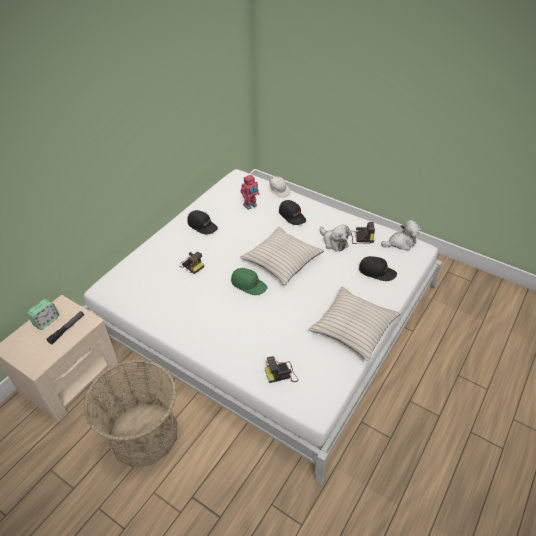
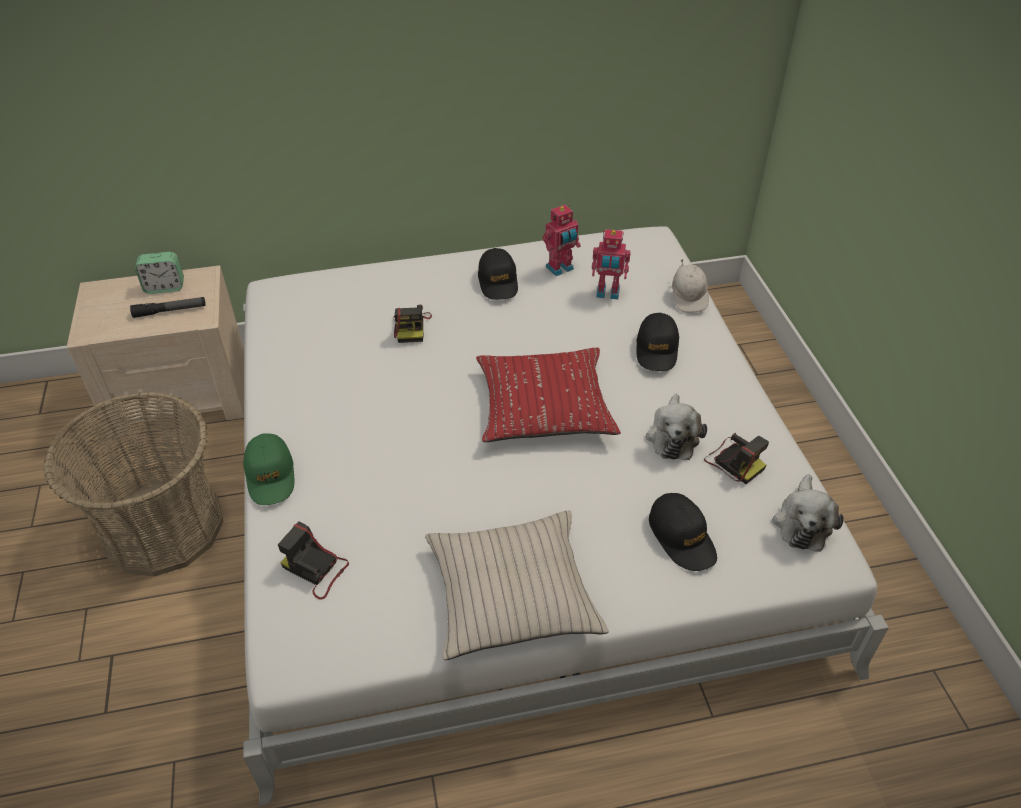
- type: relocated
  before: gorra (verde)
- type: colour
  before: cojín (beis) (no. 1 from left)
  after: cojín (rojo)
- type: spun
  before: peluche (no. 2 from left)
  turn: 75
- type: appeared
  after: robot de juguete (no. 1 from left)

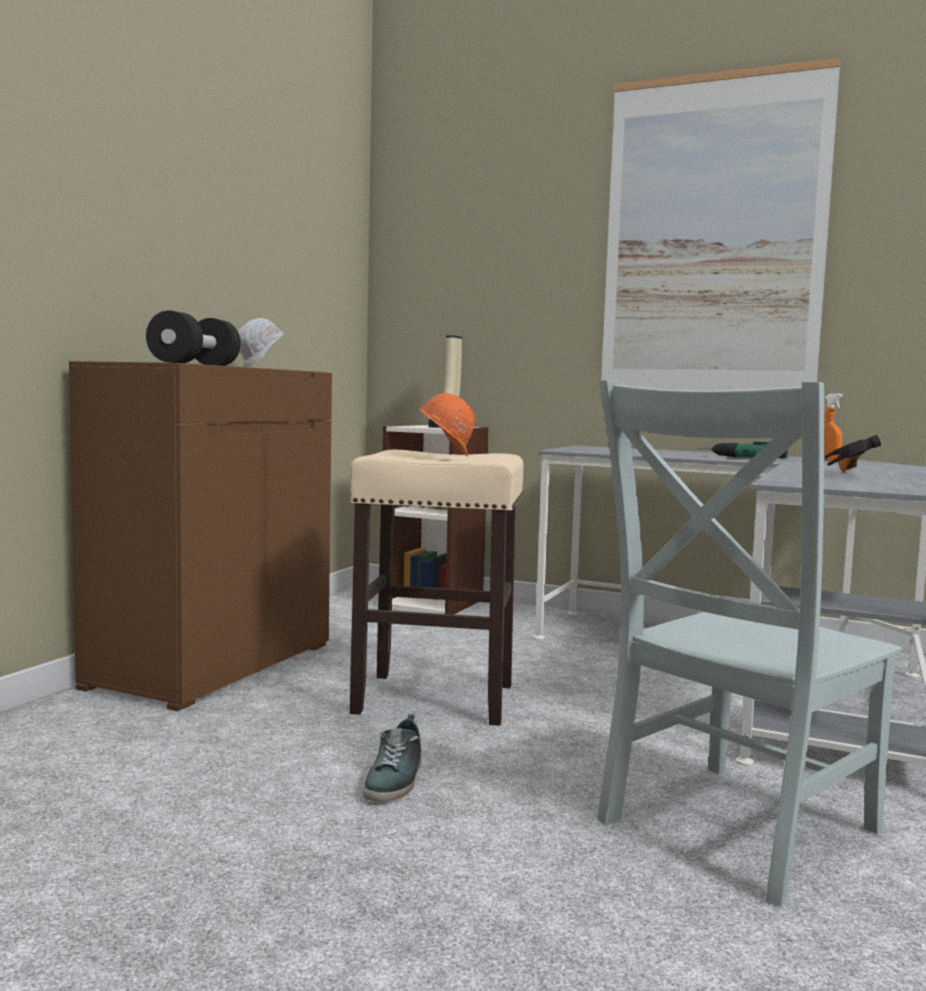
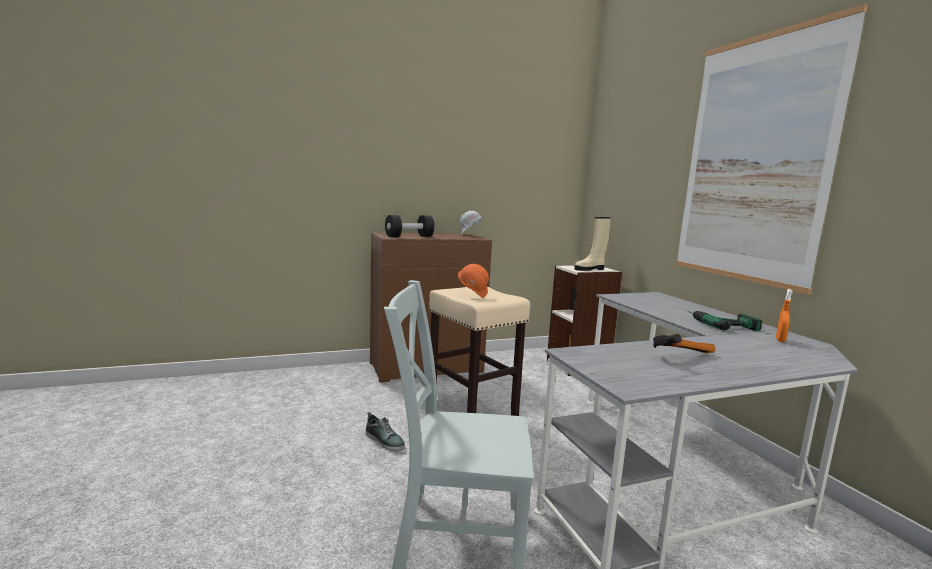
- type: spun
  before: zapato
  turn: -105

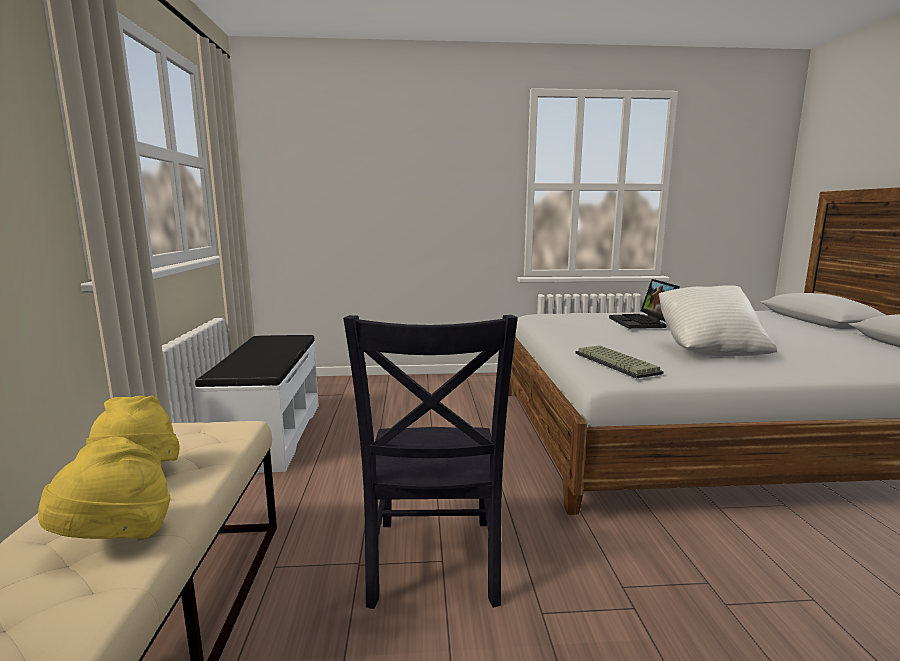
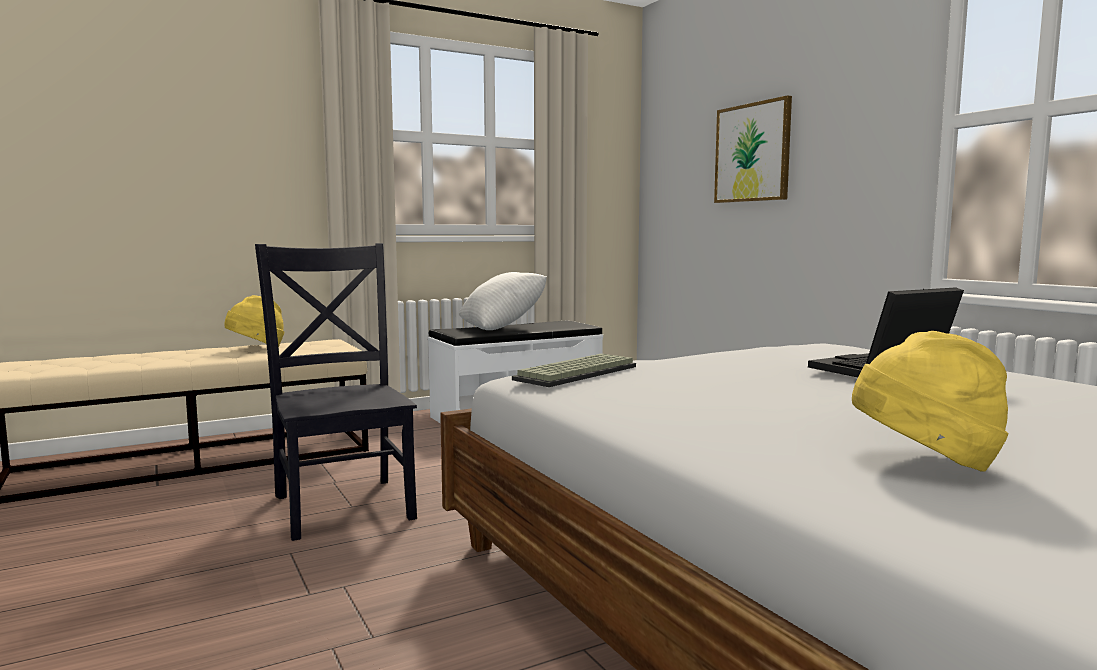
- type: relocated
  before: sombrero (amarillo) (no. 1 from left in the first image)
  after: sombrero (amarillo) (no. 2 from left)
- type: spun
  before: silla (negro)
  turn: 90
- type: relocated
  before: cojín (blanco)
- type: appeared
  after: cuadro

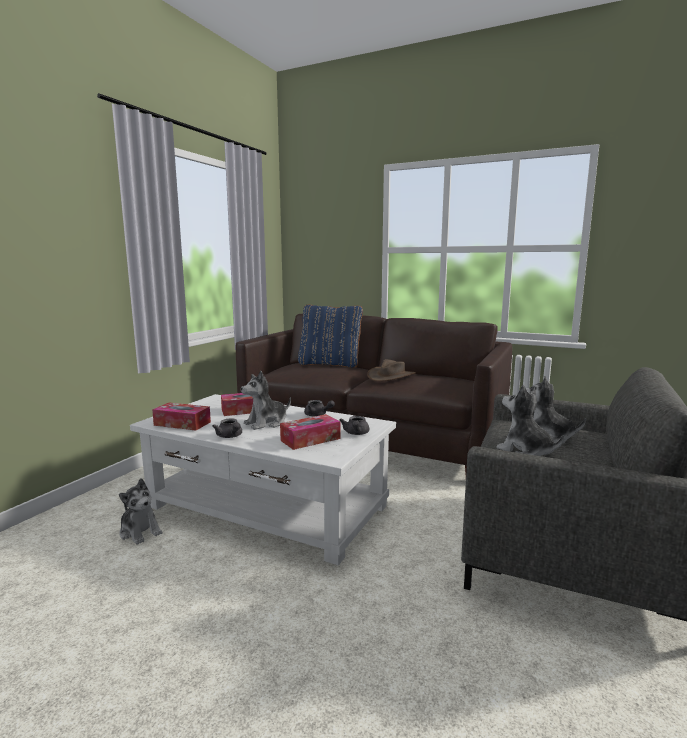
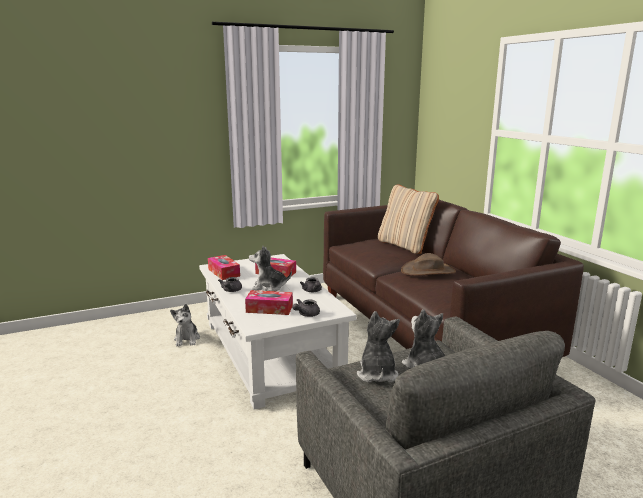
- type: colour
  before: cojín (azul)
  after: cojín (beis)

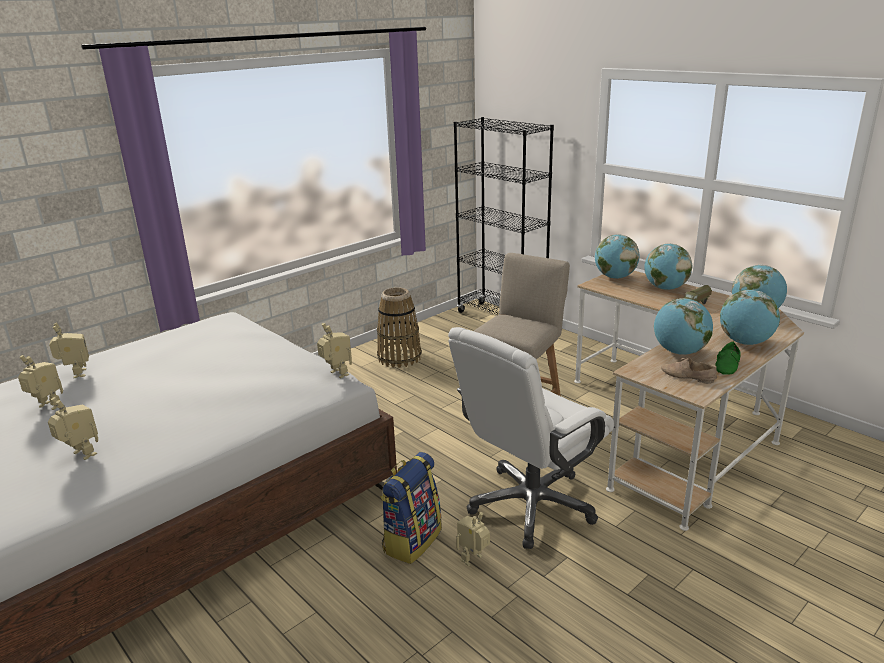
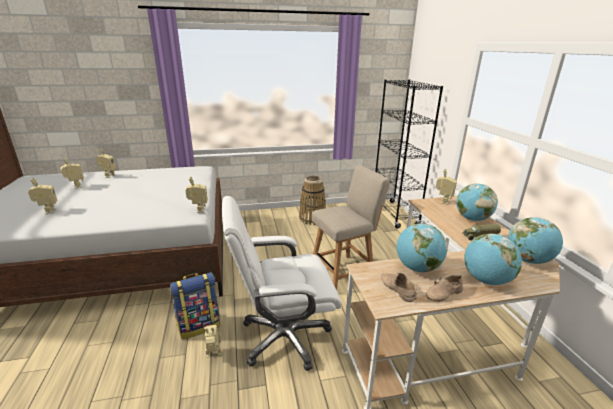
- type: exchanged
  before: globo terráqueo (no. 1 from left)
  after: robot de juguete (no. 6 from left)
- type: colour
  before: zapato (verde)
  after: zapato (beis) (no. 2 from left)

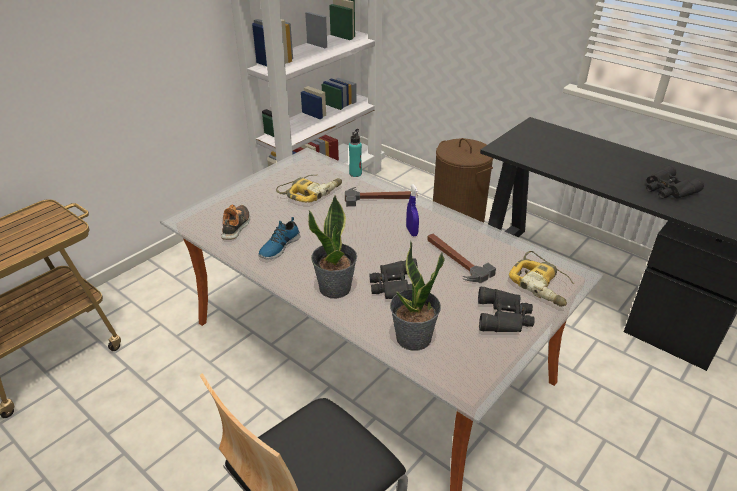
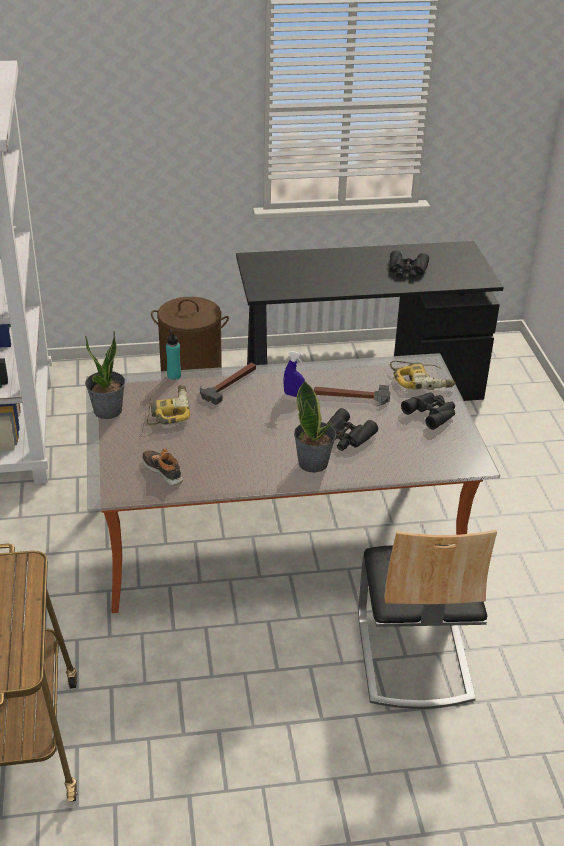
- type: missing
  before: zapato (no. 2 from left)
- type: relocated
  before: planta en maceta (no. 2 from left in the first image)
  after: planta en maceta (no. 1 from left)

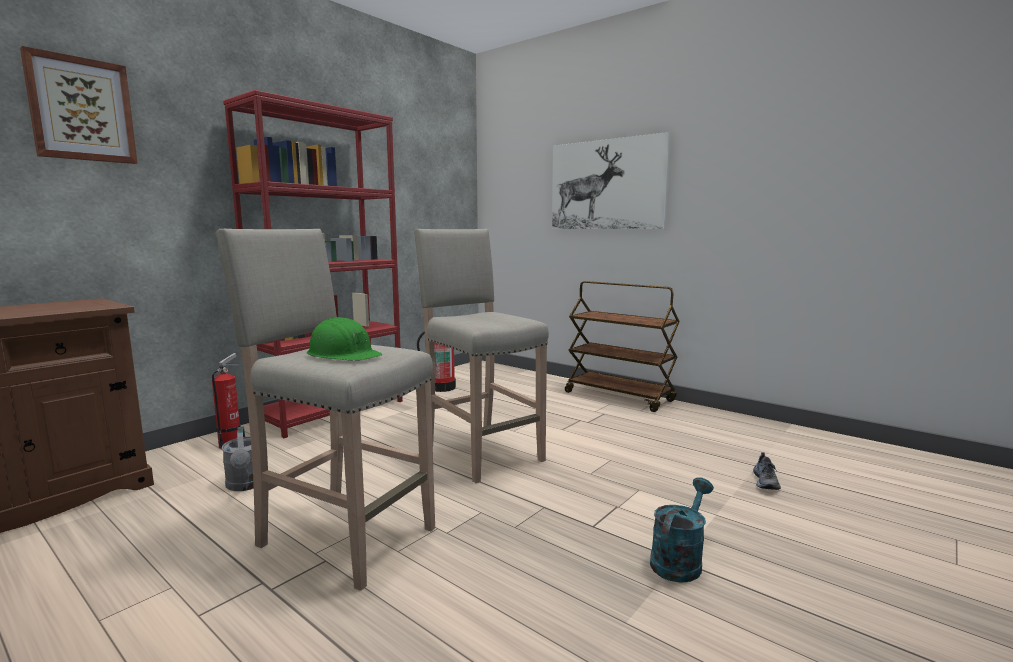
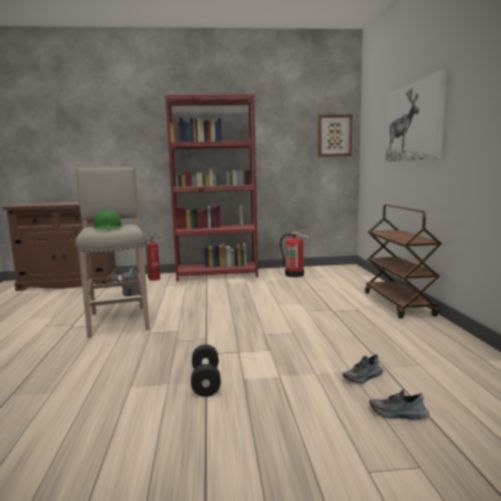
- type: relocated
  before: cuadro (no. 1 from left)
- type: missing
  before: taburete (beis) (no. 2 from left)
- type: exchanged
  before: regadera (turquesa)
  after: mancuerna (negro)
- type: appeared
  after: zapato (no. 2 from left)

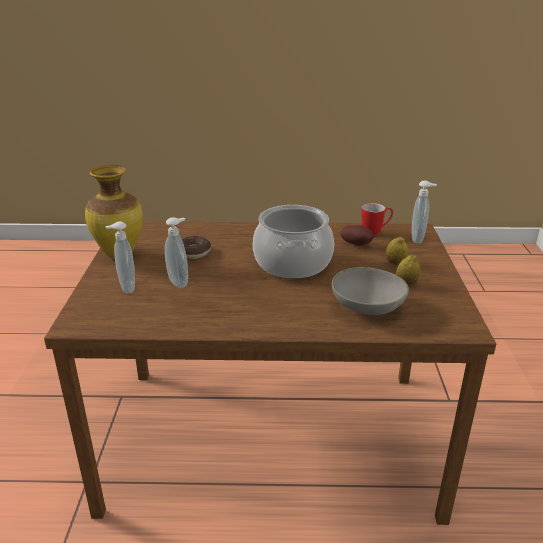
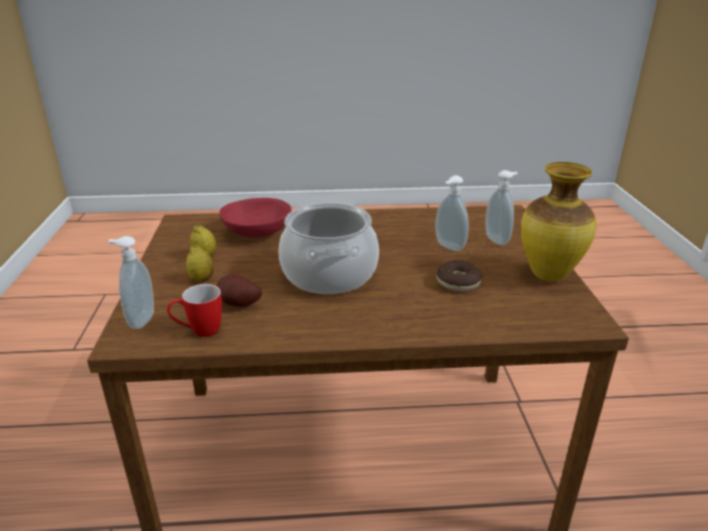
- type: colour
  before: cuenco (gris)
  after: cuenco (rojo)

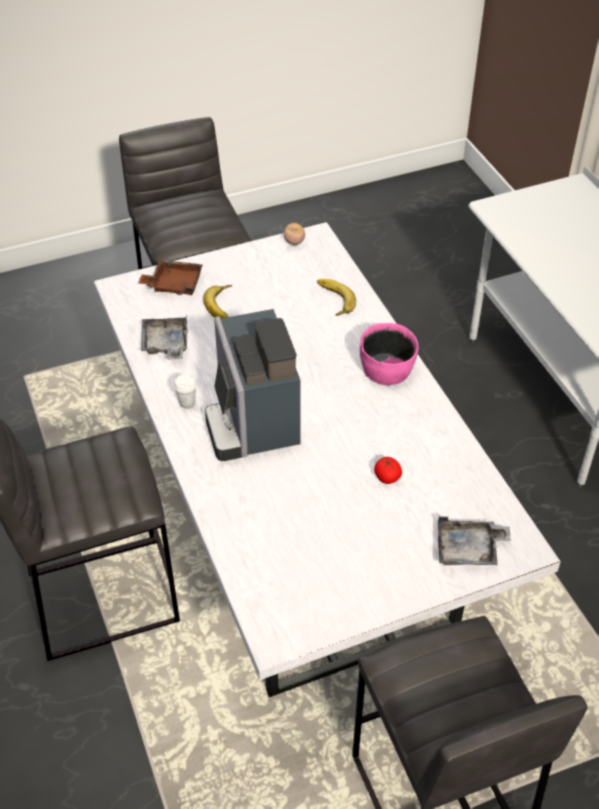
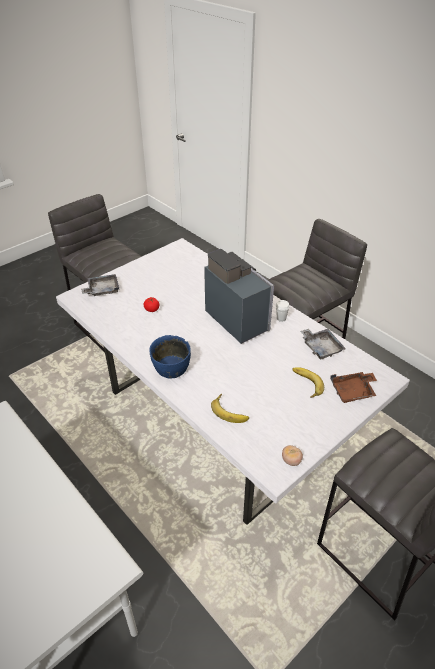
- type: colour
  before: cuenco (rosa)
  after: cuenco (azul)

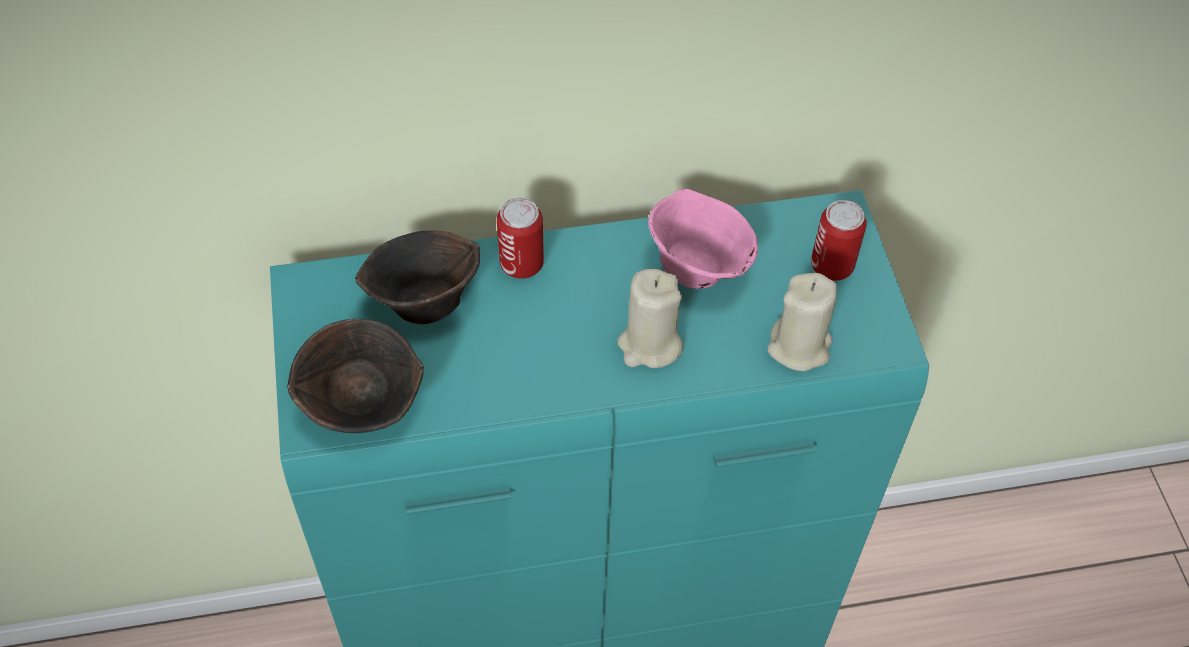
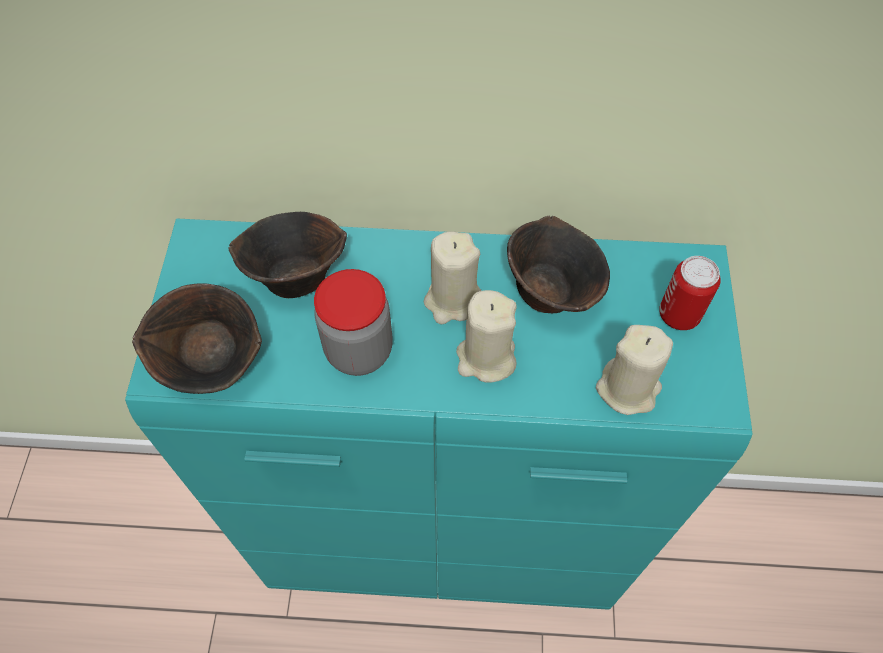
- type: missing
  before: lata (no. 1 from left)
- type: colour
  before: cuenco (rosa)
  after: cuenco (marrón) (no. 3 from left)
- type: appeared
  after: tarro
- type: appeared
  after: vela (beis) (no. 1 from left)

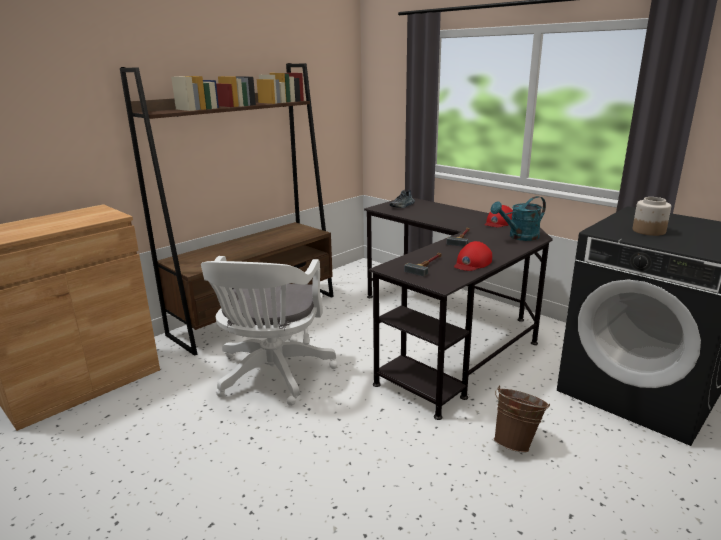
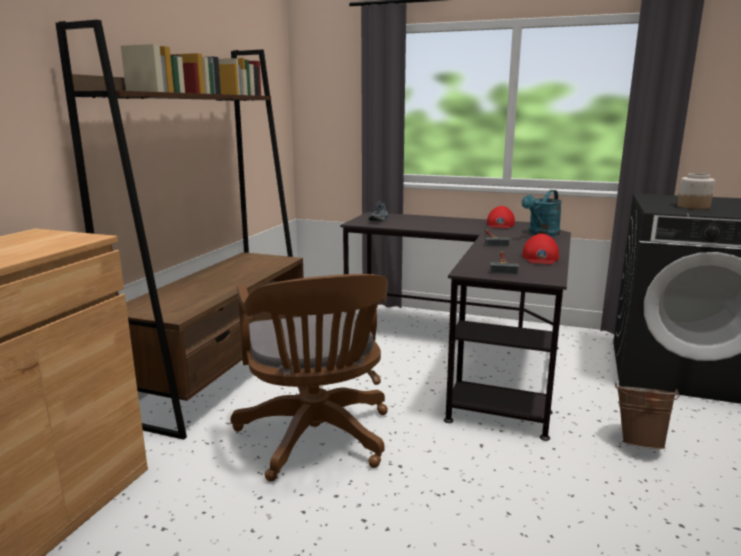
- type: colour
  before: silla de oficina (blanco)
  after: silla de oficina (marrón)

